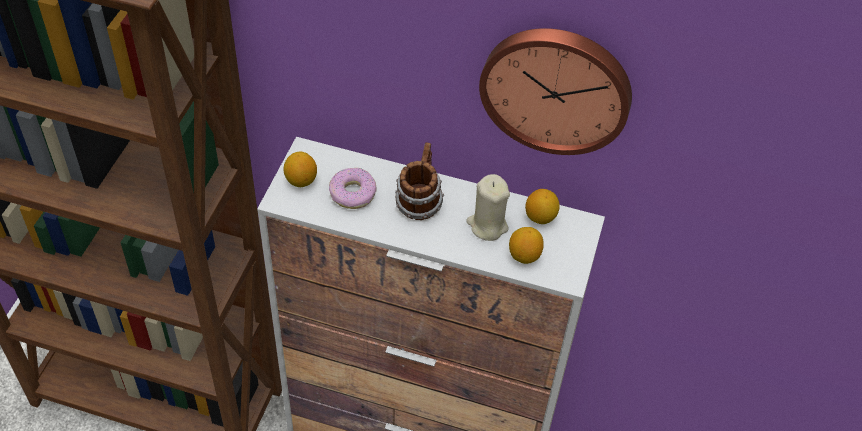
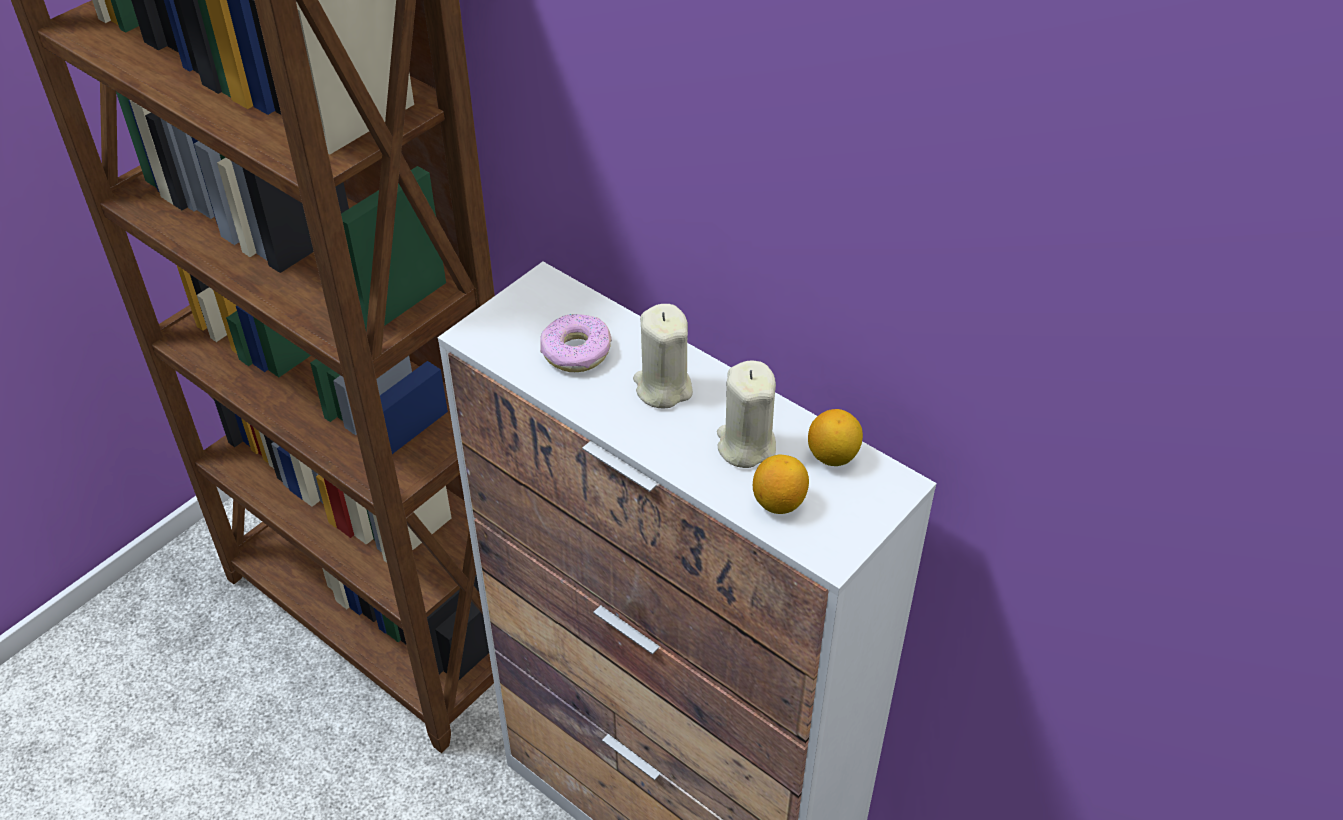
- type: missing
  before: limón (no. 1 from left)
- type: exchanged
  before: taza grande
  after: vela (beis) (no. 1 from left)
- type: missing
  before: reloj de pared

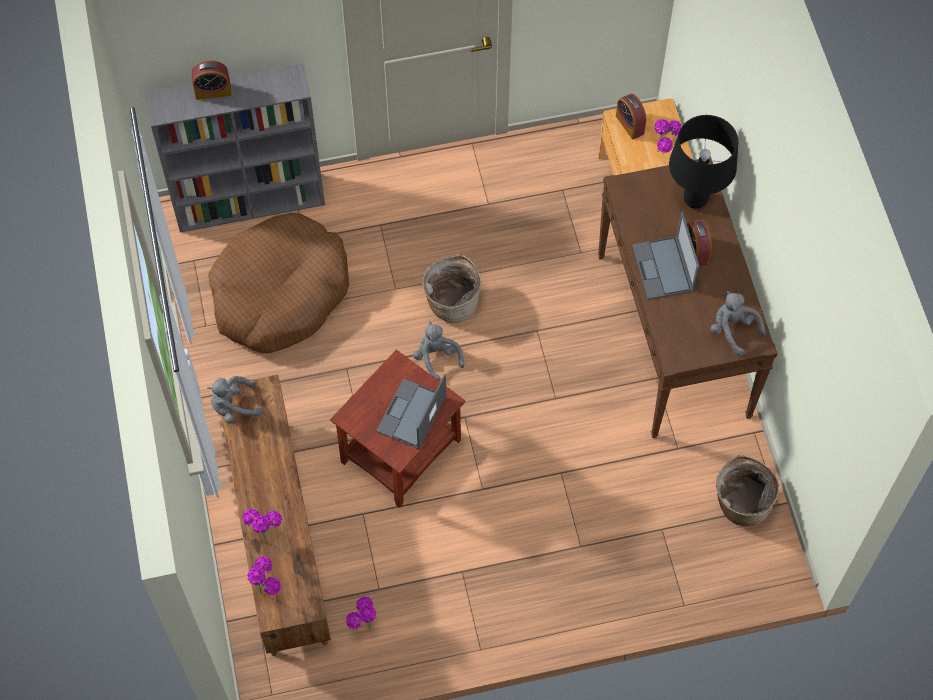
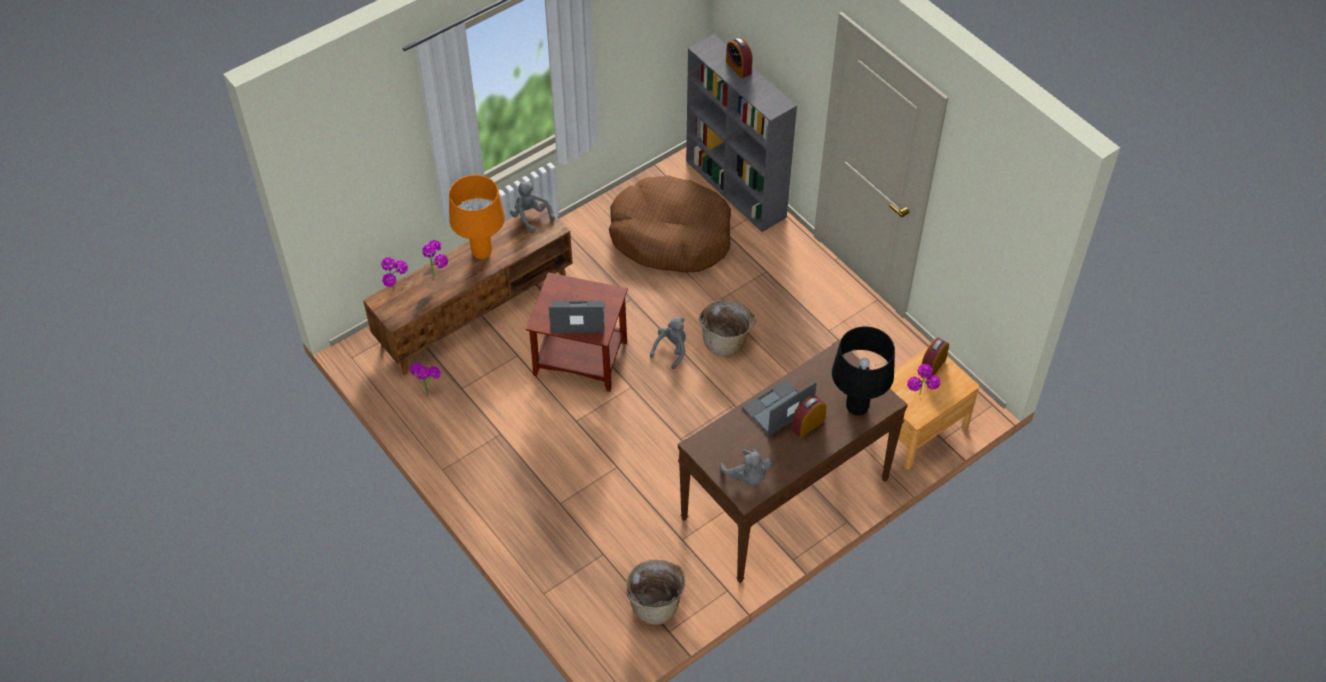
- type: spun
  before: peluche (gris) (no. 3 from left)
  turn: 120
- type: appeared
  after: lámpara de mesa (naranja)

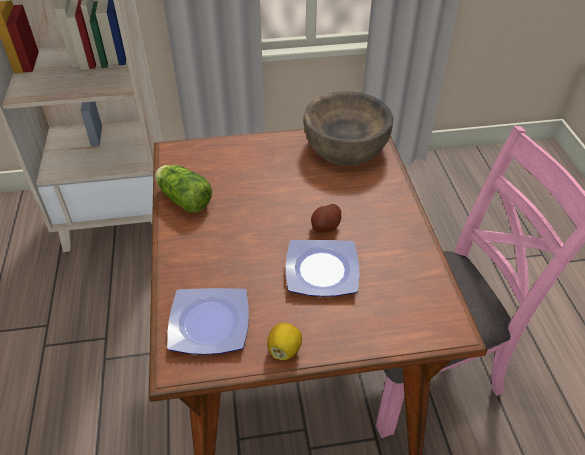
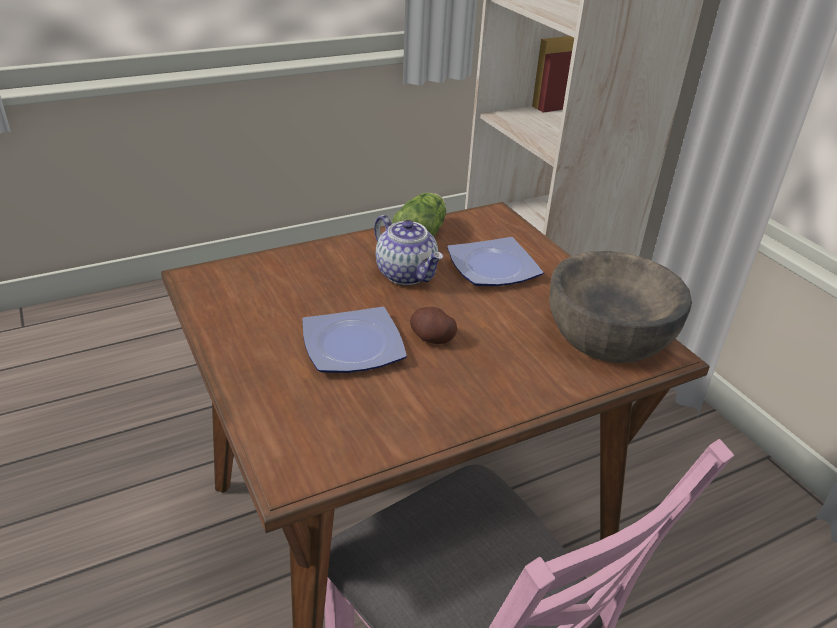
- type: relocated
  before: plato (no. 1 from left in the first image)
  after: plato (no. 2 from left)
- type: missing
  before: limón
- type: appeared
  after: tetera

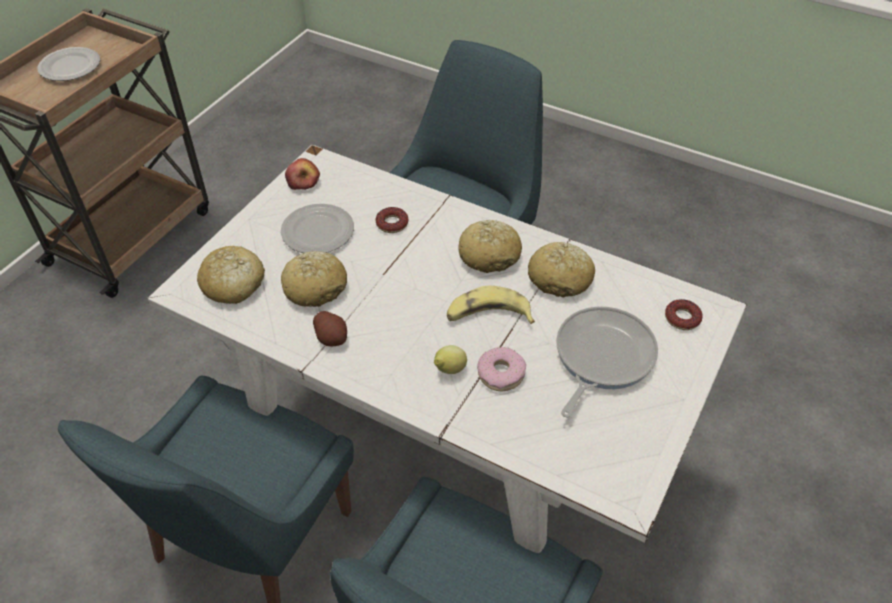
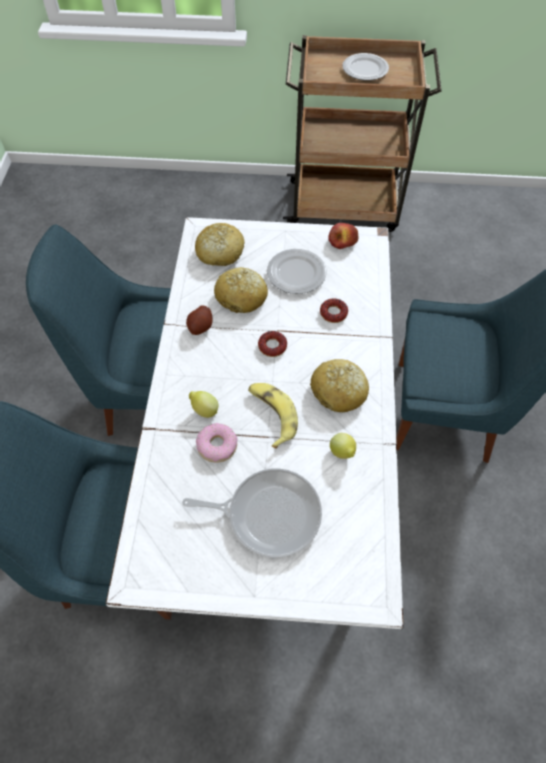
- type: exchanged
  before: pan (no. 4 from left)
  after: limón (no. 2 from left)
- type: relocated
  before: rosquilla (no. 3 from left in the first image)
  after: rosquilla (no. 2 from left)

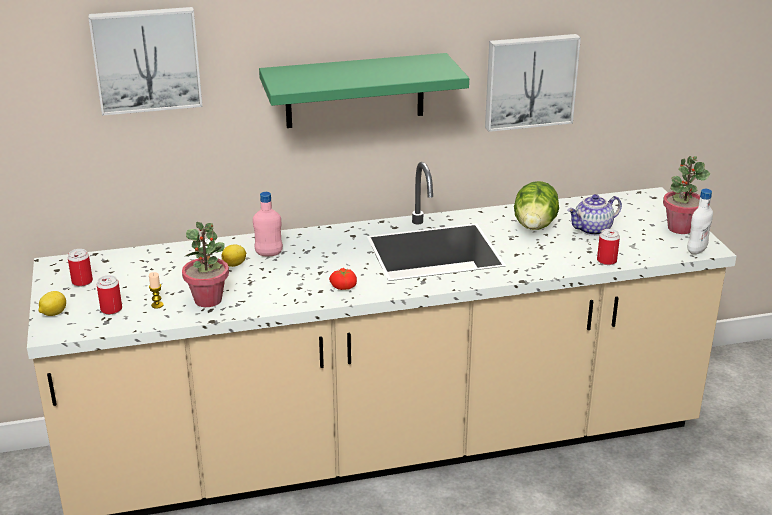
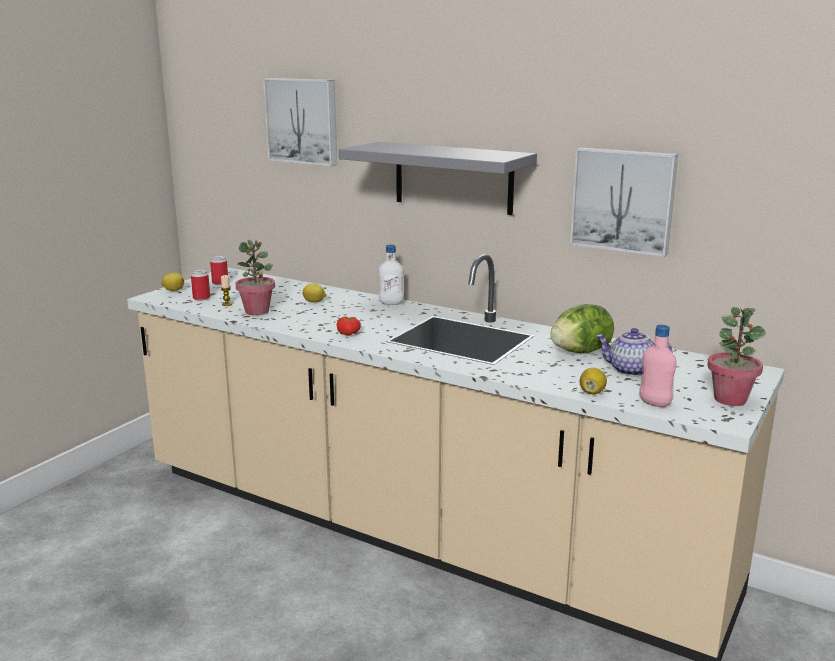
- type: relocated
  before: botella (rosa)
- type: colour
  before: estante (verde)
  after: estante (gris)
- type: exchanged
  before: lata (no. 3 from left)
  after: limón (no. 3 from left)
- type: relocated
  before: botella (blanco)

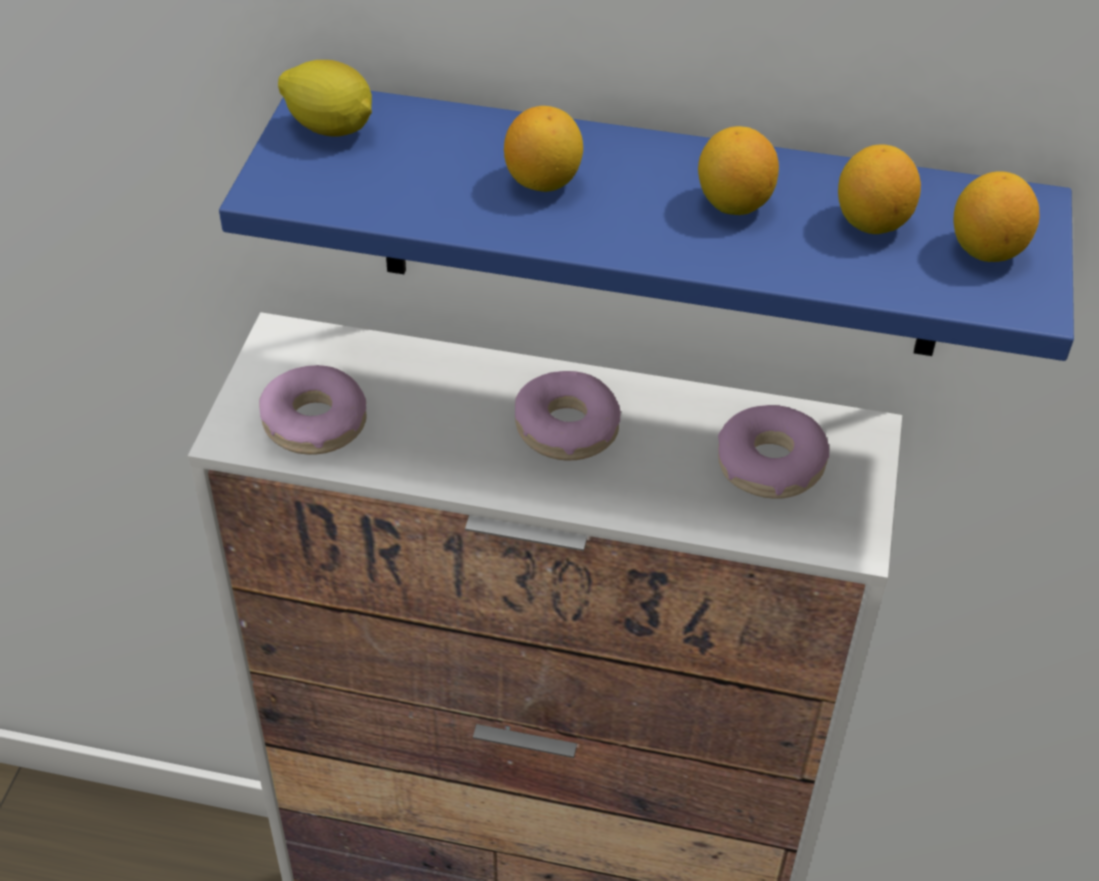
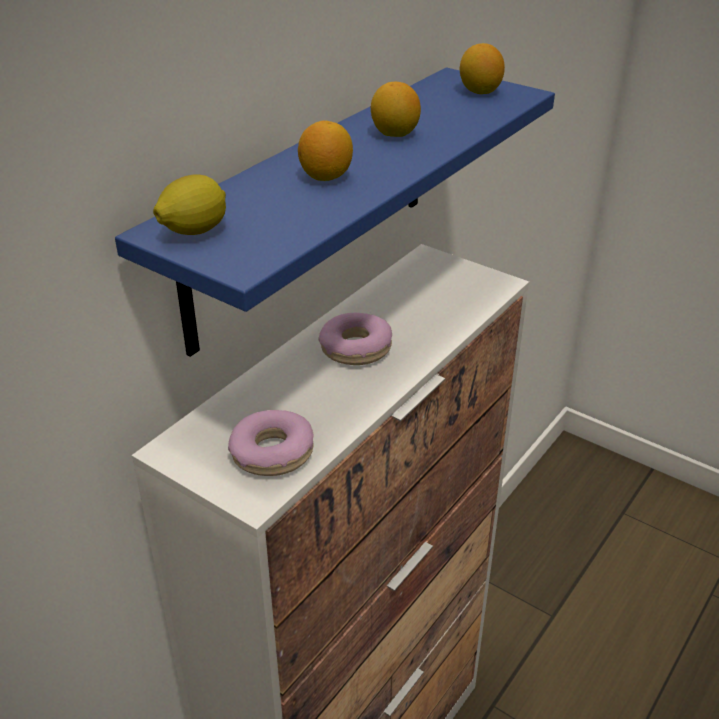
- type: missing
  before: rosquilla (no. 3 from left)
- type: missing
  before: limón (no. 4 from left)

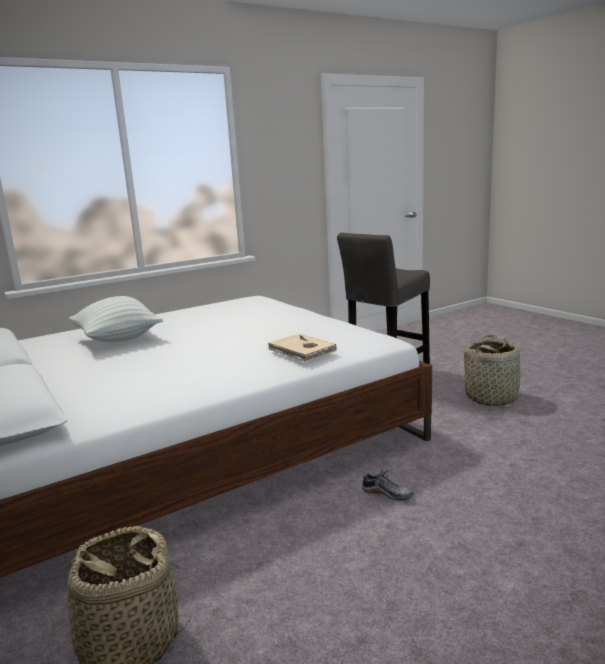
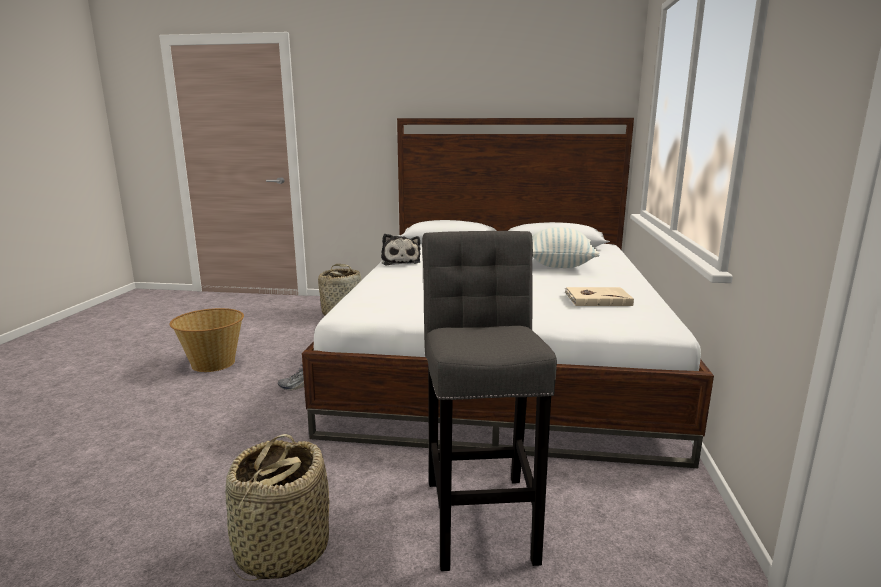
- type: relocated
  before: libro (beis)
- type: appeared
  after: cesta (no. 1 from left)
- type: appeared
  after: peluche

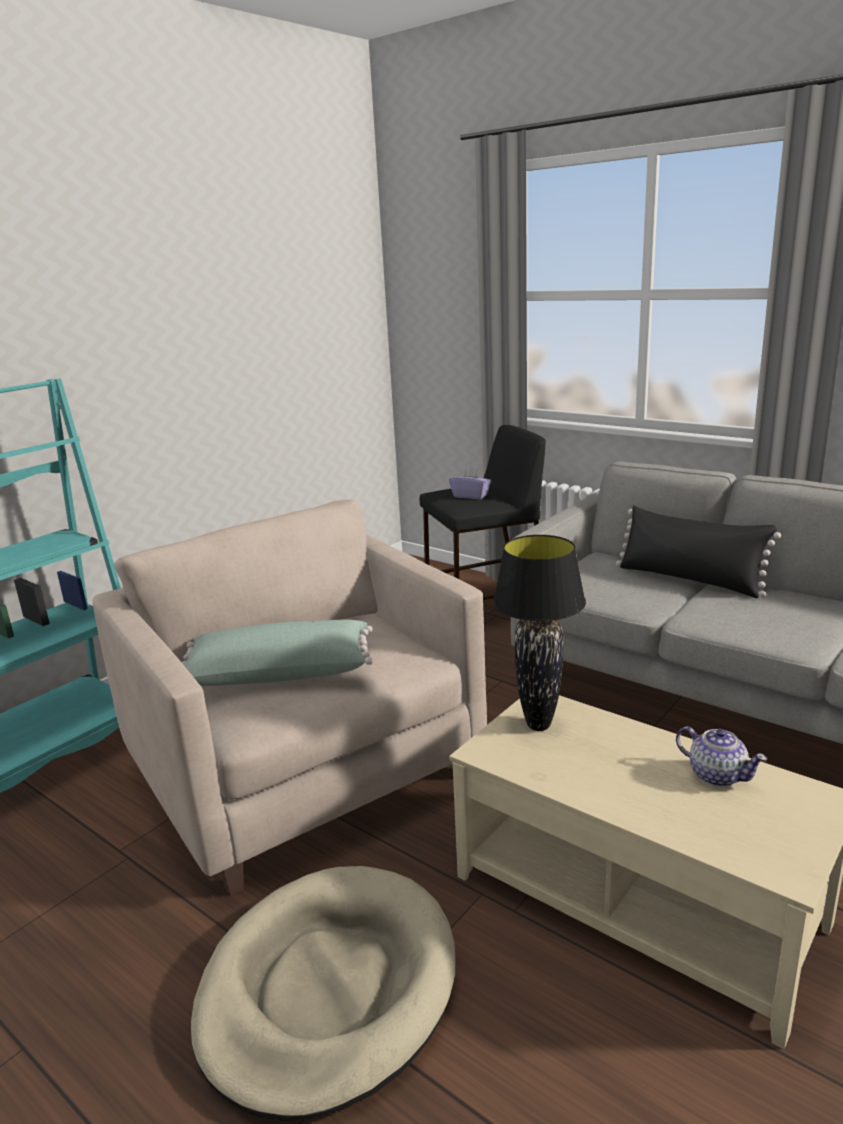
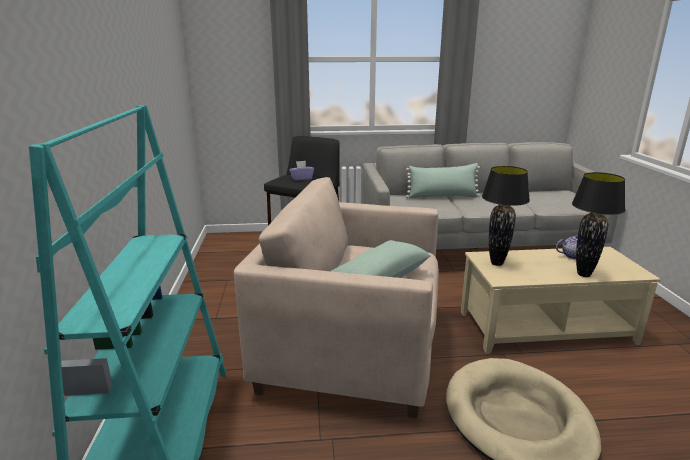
- type: colour
  before: cojín (negro)
  after: cojín (verde) (no. 2 from left)
- type: appeared
  after: lámpara de mesa (negro) (no. 2 from left)

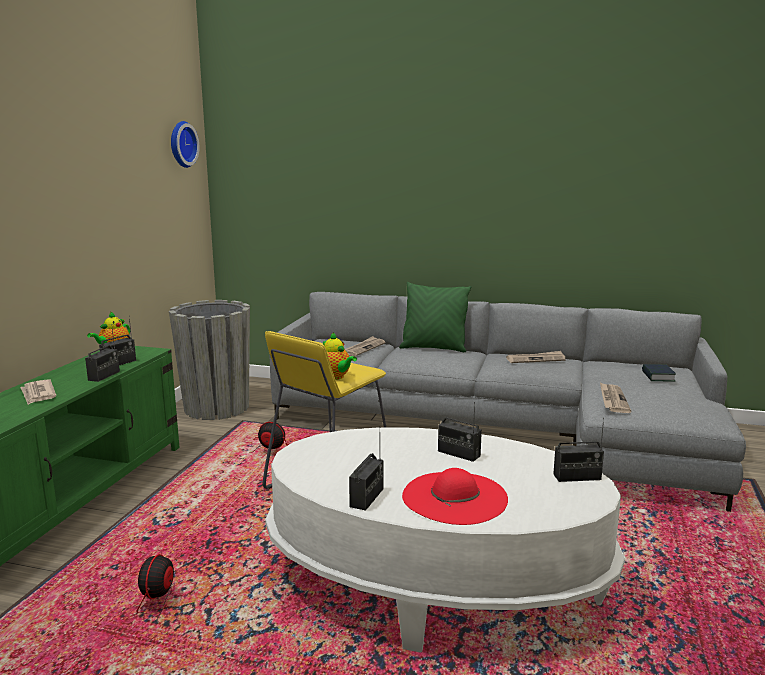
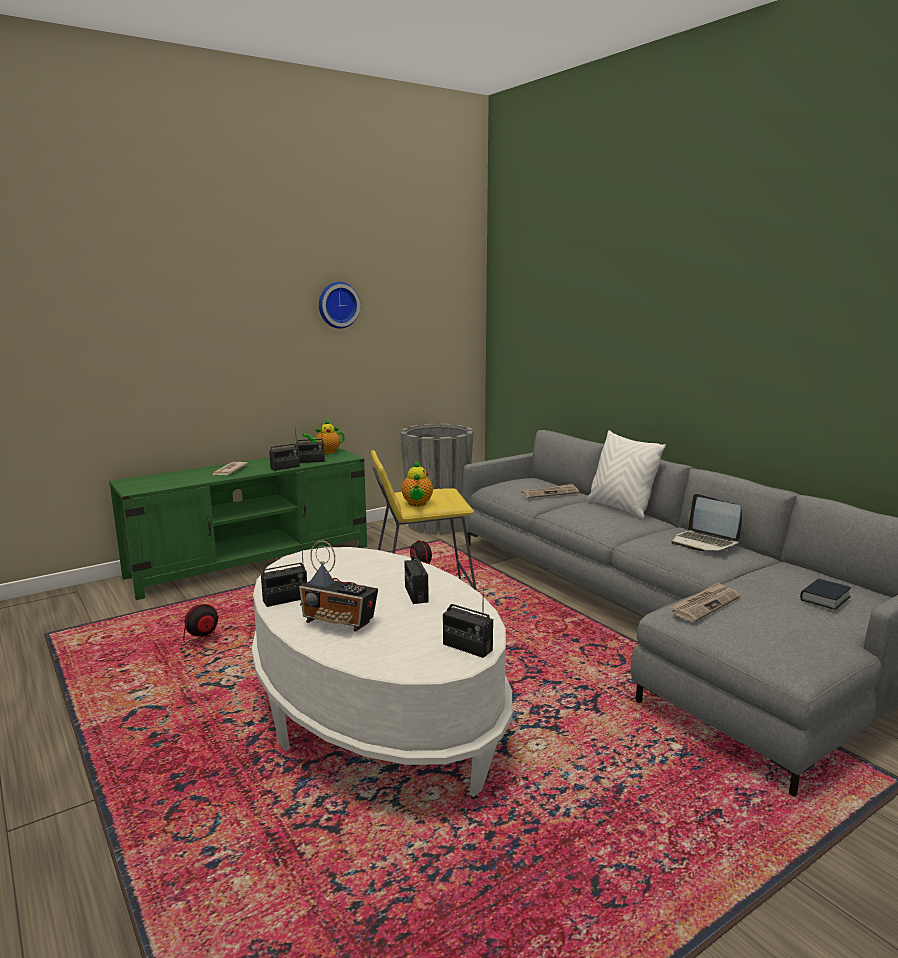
- type: relocated
  before: reloj de pared
- type: colour
  before: cojín (verde)
  after: cojín (blanco)
- type: exchanged
  before: sombrero (rojo)
  after: radio (no. 4 from left)
- type: exchanged
  before: periódico (no. 3 from left)
  after: portátil

